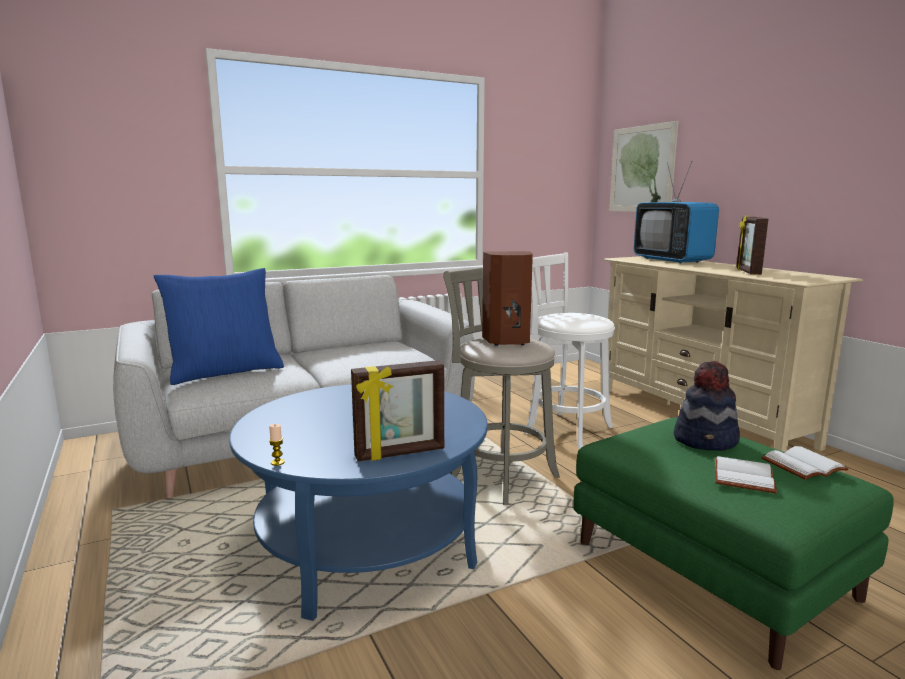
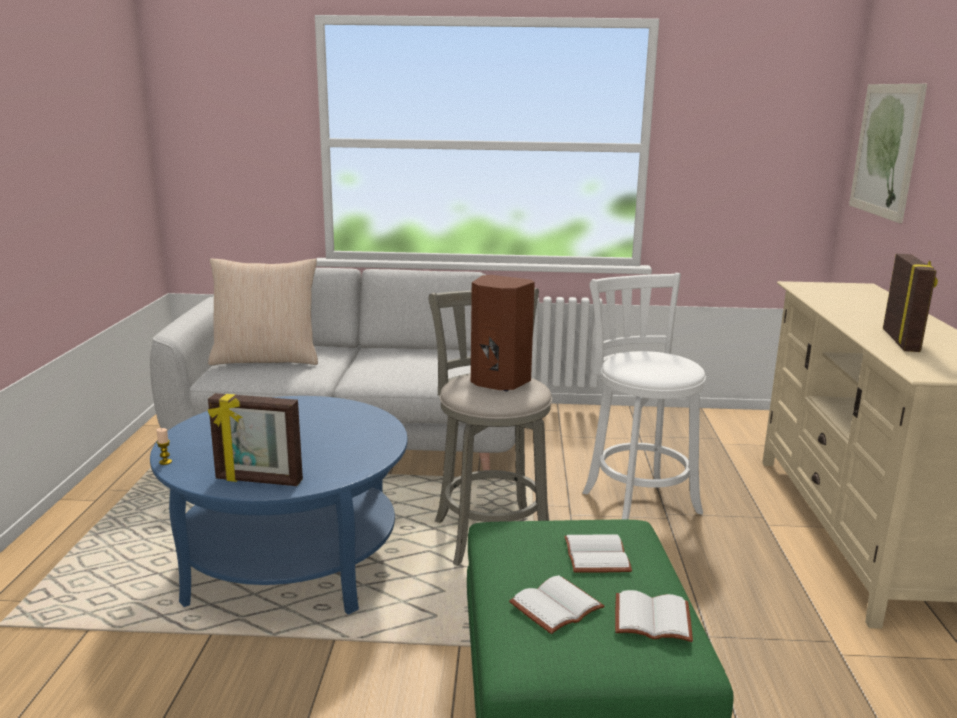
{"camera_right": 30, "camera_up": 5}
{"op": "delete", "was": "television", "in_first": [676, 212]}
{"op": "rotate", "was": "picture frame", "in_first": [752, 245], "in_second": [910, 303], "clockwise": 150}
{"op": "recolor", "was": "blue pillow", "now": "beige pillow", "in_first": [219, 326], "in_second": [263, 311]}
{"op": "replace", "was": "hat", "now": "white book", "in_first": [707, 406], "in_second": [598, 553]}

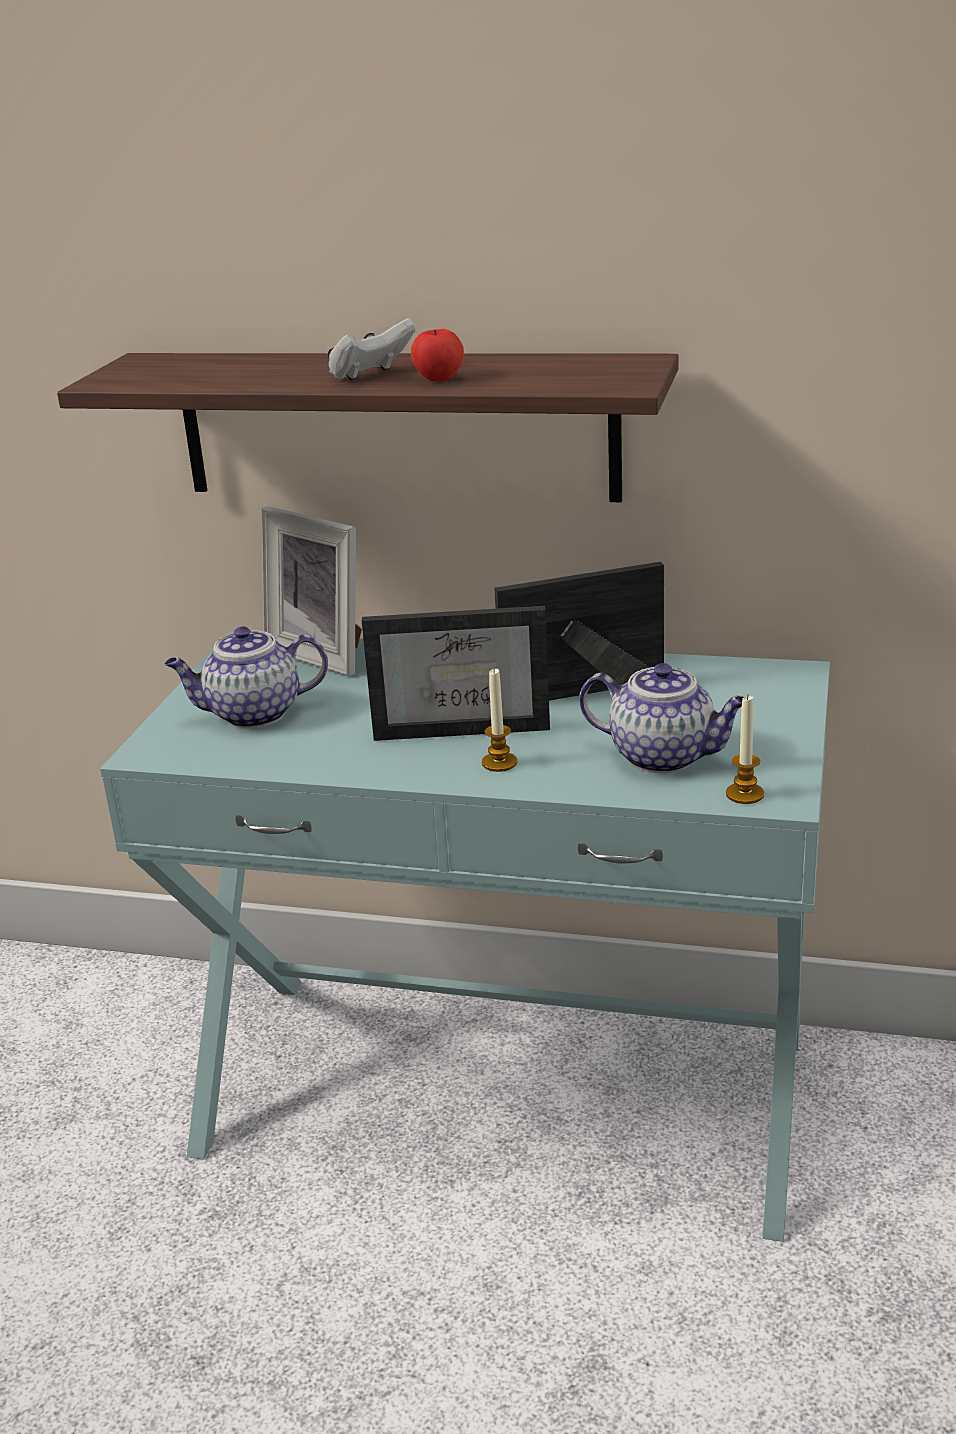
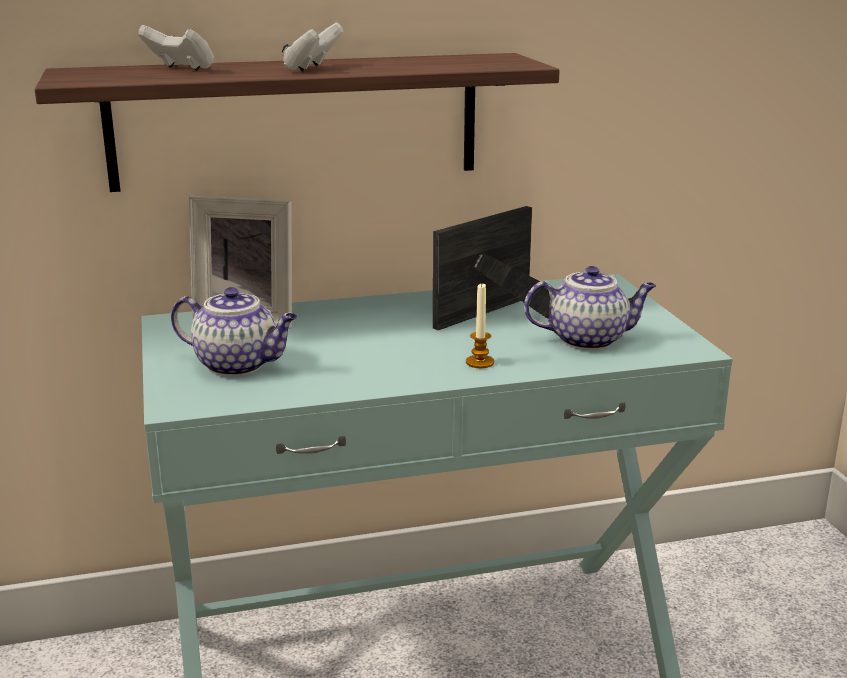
{"camera_right": -30, "camera_up": -5}
{"op": "delete", "was": "apple", "in_first": [437, 355]}
{"op": "delete", "was": "picture frame", "in_first": [456, 673]}
{"op": "rotate", "was": "teapot", "in_first": [246, 677], "in_second": [234, 331], "clockwise": -120}
{"op": "delete", "was": "candle", "in_first": [745, 749]}
{"op": "insert", "now": "white game controller", "in_second": [176, 48]}

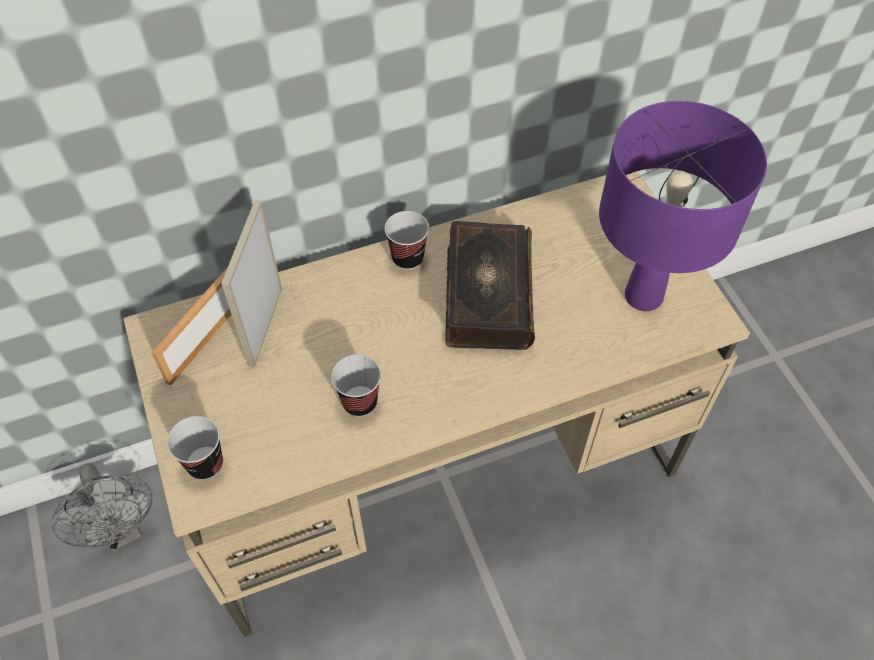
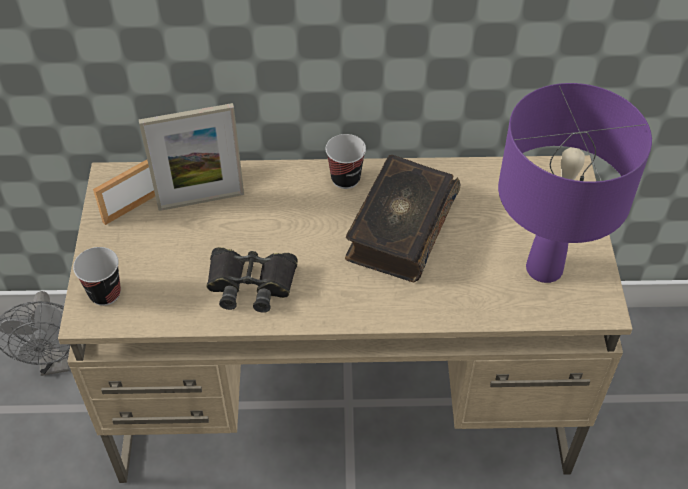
{"camera_right": 20, "camera_up": -5}
{"op": "rotate", "was": "picture frame", "in_first": [251, 283], "in_second": [191, 157], "clockwise": -135}
{"op": "replace", "was": "cup", "now": "black binoculars", "in_first": [356, 385], "in_second": [252, 280]}

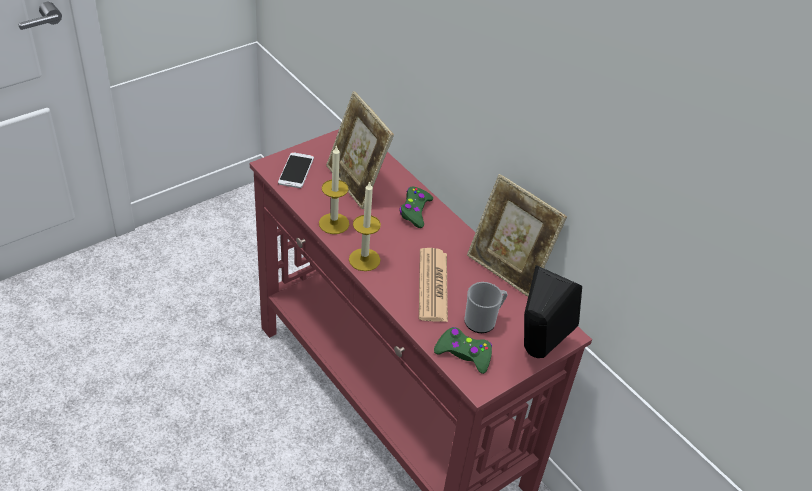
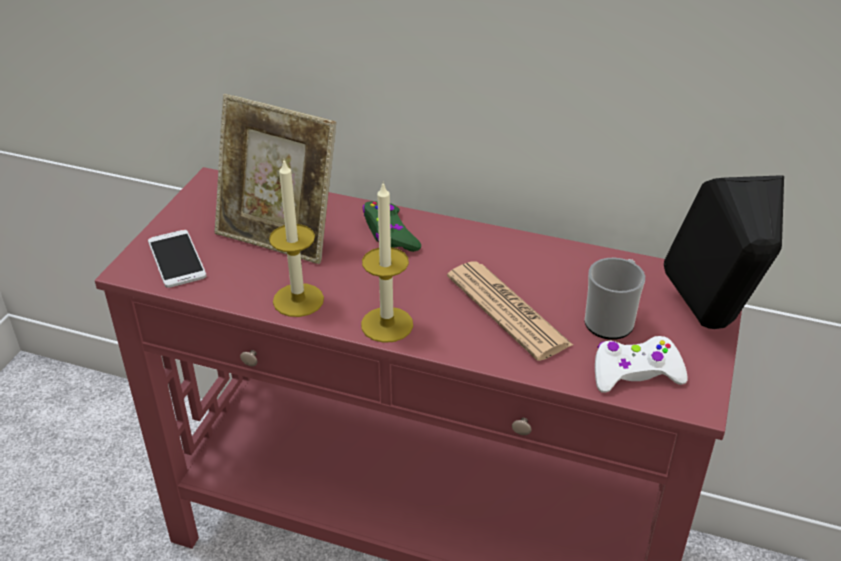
{"camera_right": -30, "camera_up": -5}
{"op": "delete", "was": "picture frame", "in_first": [517, 235]}
{"op": "recolor", "was": "green game controller", "now": "white game controller", "in_first": [463, 350], "in_second": [641, 364]}

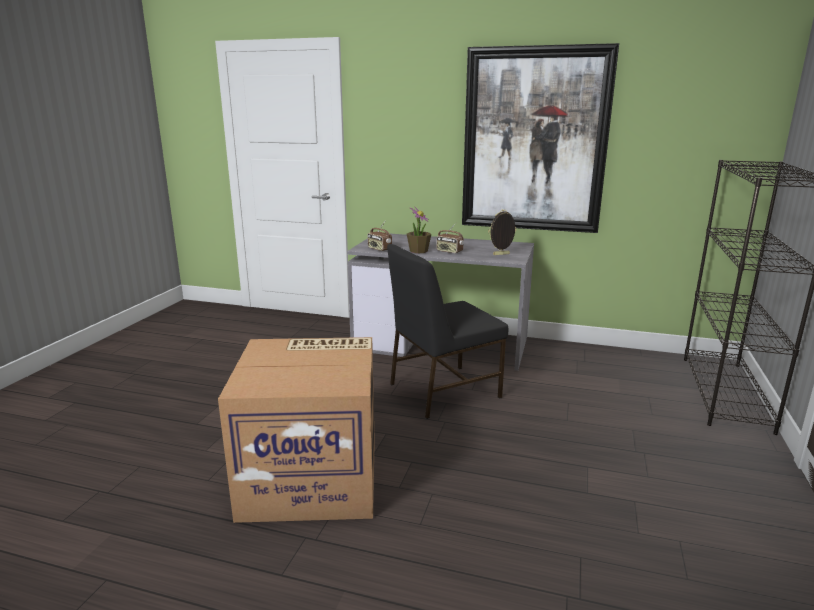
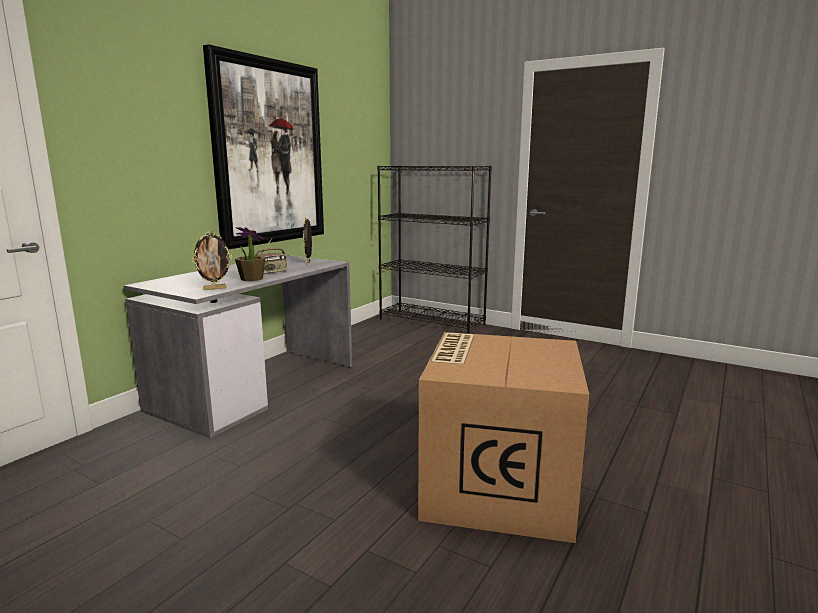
{"camera_right": -75, "camera_up": -5}
{"op": "replace", "was": "radio", "now": "picture frame", "in_first": [379, 236], "in_second": [212, 260]}
{"op": "delete", "was": "black chair", "in_first": [447, 331]}

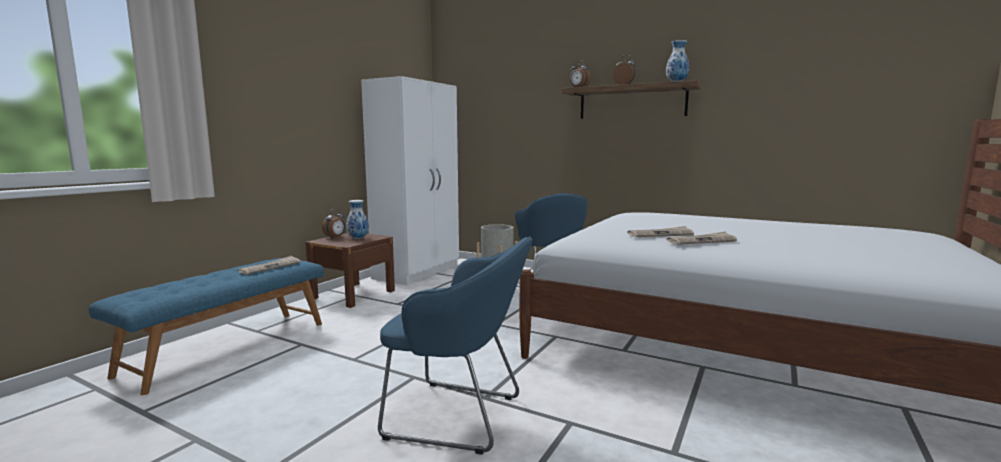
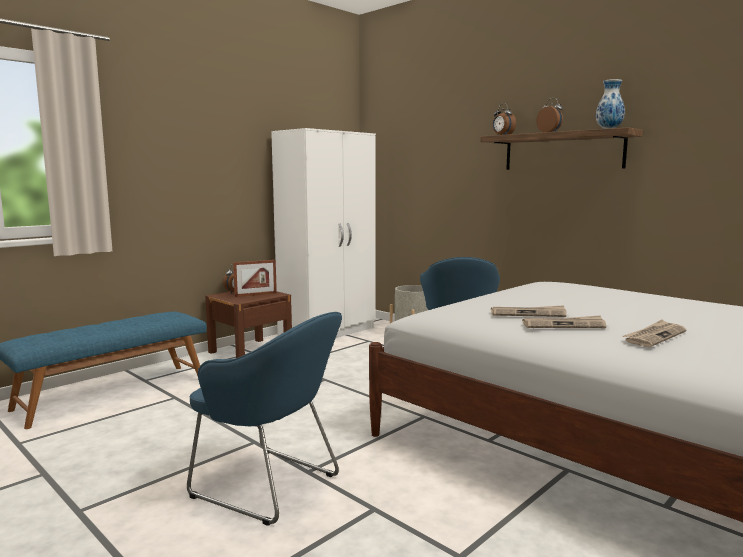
{"camera_right": 15, "camera_up": 0}
{"op": "replace", "was": "vase", "now": "picture frame", "in_first": [357, 219], "in_second": [255, 278]}
{"op": "move", "was": "newspaper", "in_first": [269, 265], "in_second": [654, 333]}

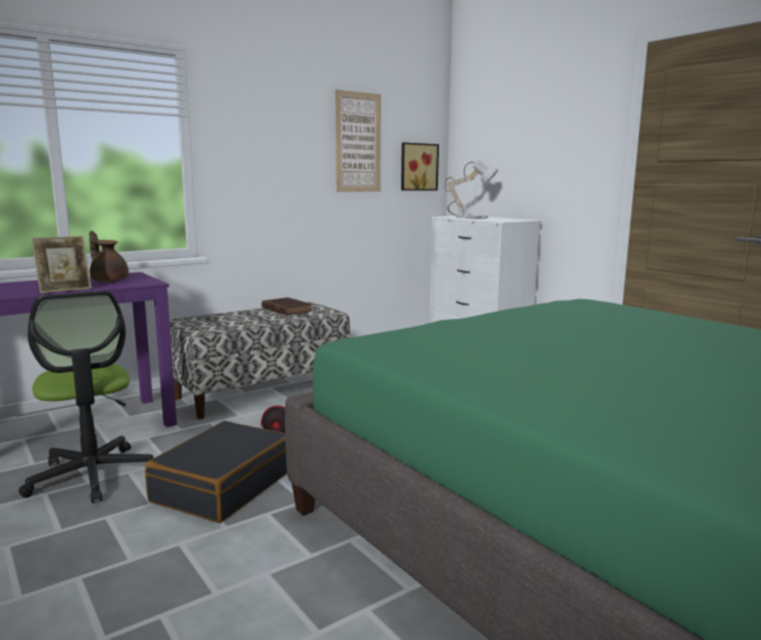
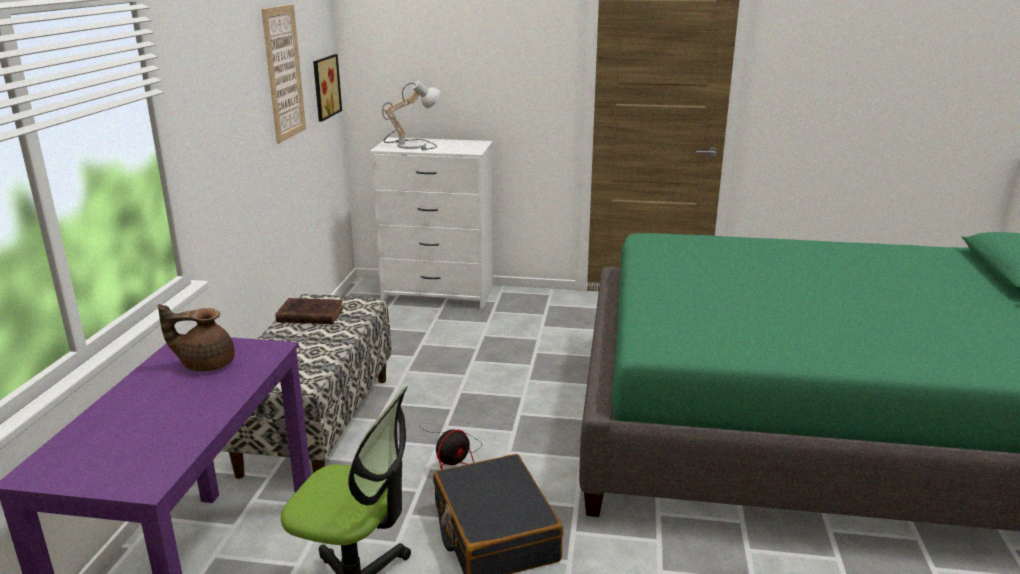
{"camera_right": -45, "camera_up": 10}
{"op": "delete", "was": "picture frame", "in_first": [61, 265]}

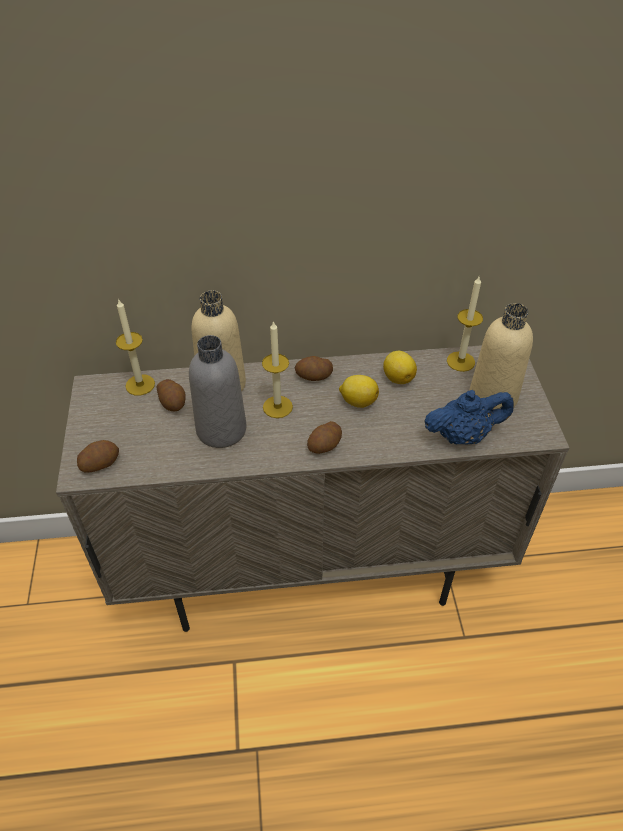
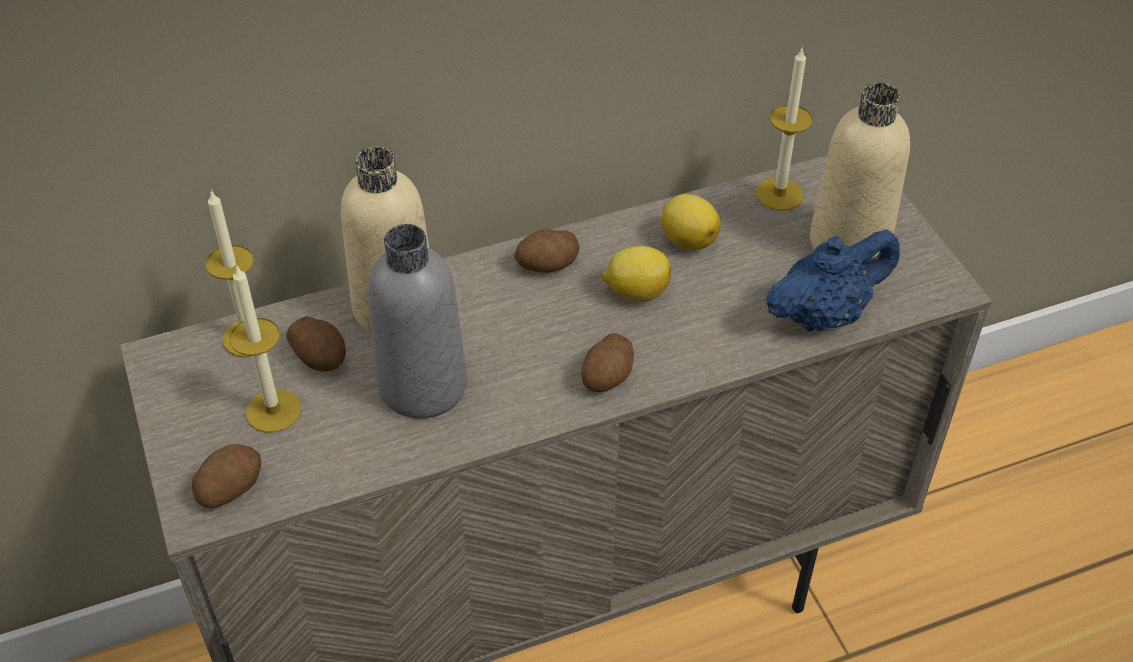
{"camera_right": -15, "camera_up": 0}
{"op": "move", "was": "candle", "in_first": [277, 369], "in_second": [265, 349]}

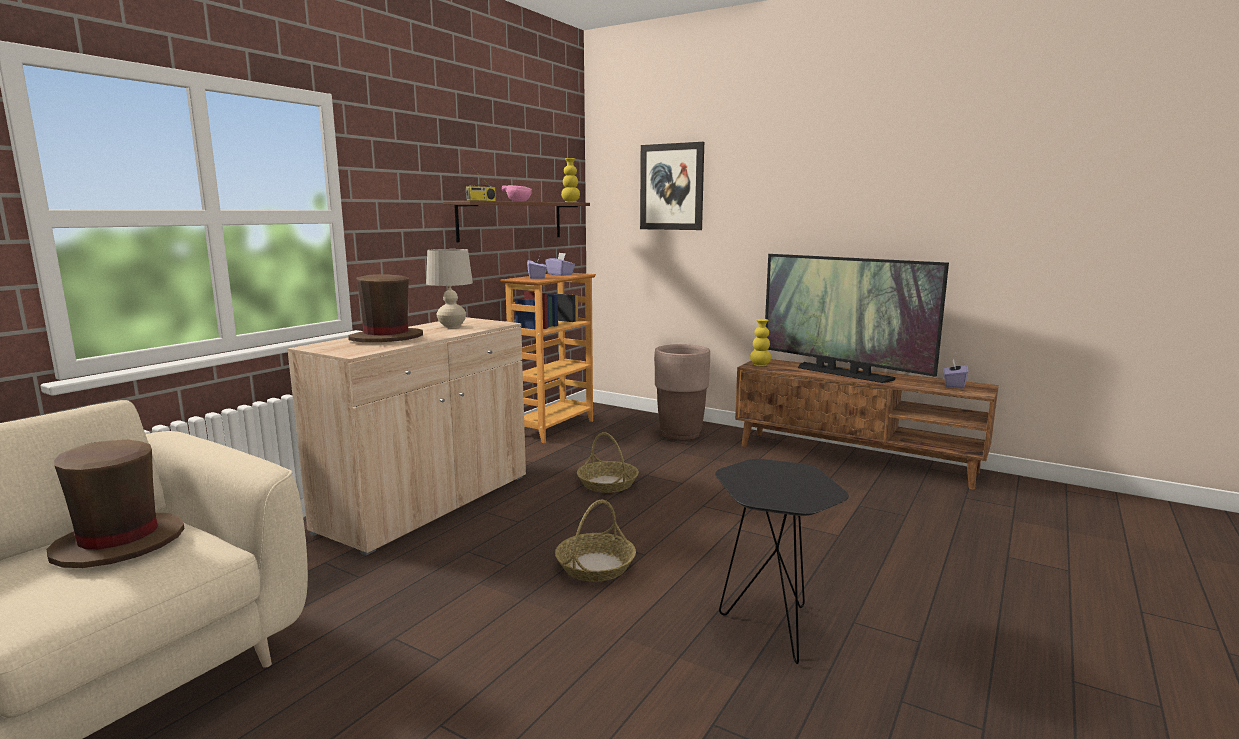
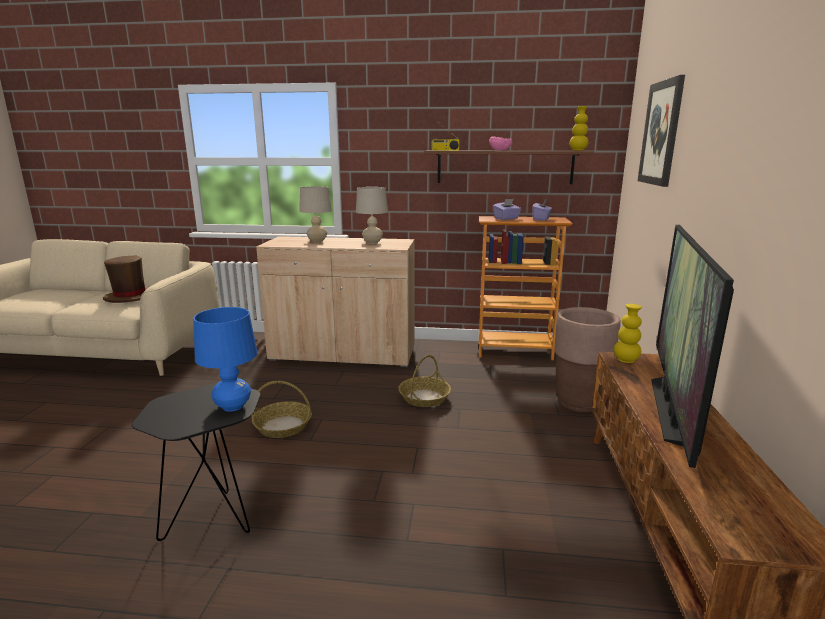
{"camera_right": 65, "camera_up": 5}
{"op": "replace", "was": "brown hat", "now": "beige table lamp", "in_first": [385, 308], "in_second": [315, 214]}
{"op": "delete", "was": "purple tissue box", "in_first": [955, 373]}
{"op": "insert", "now": "blue table lamp", "in_second": [225, 359]}

